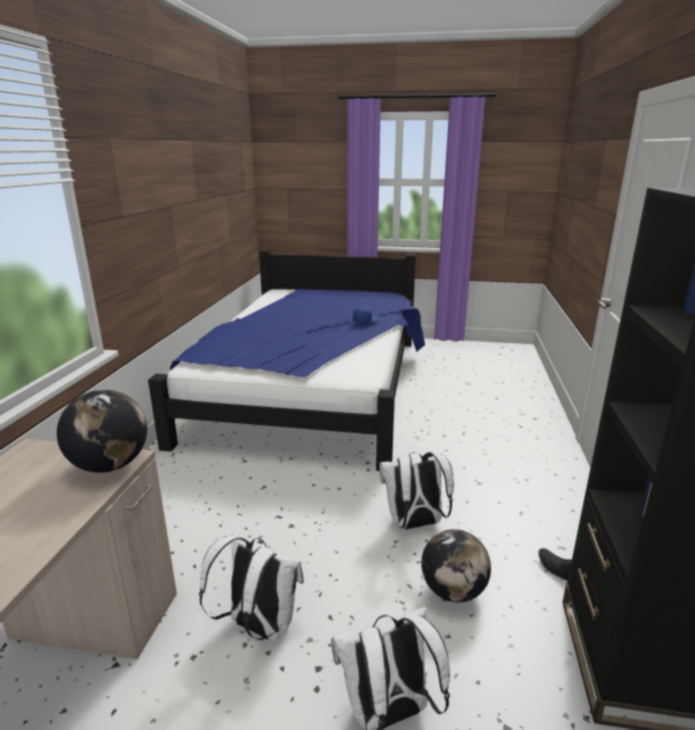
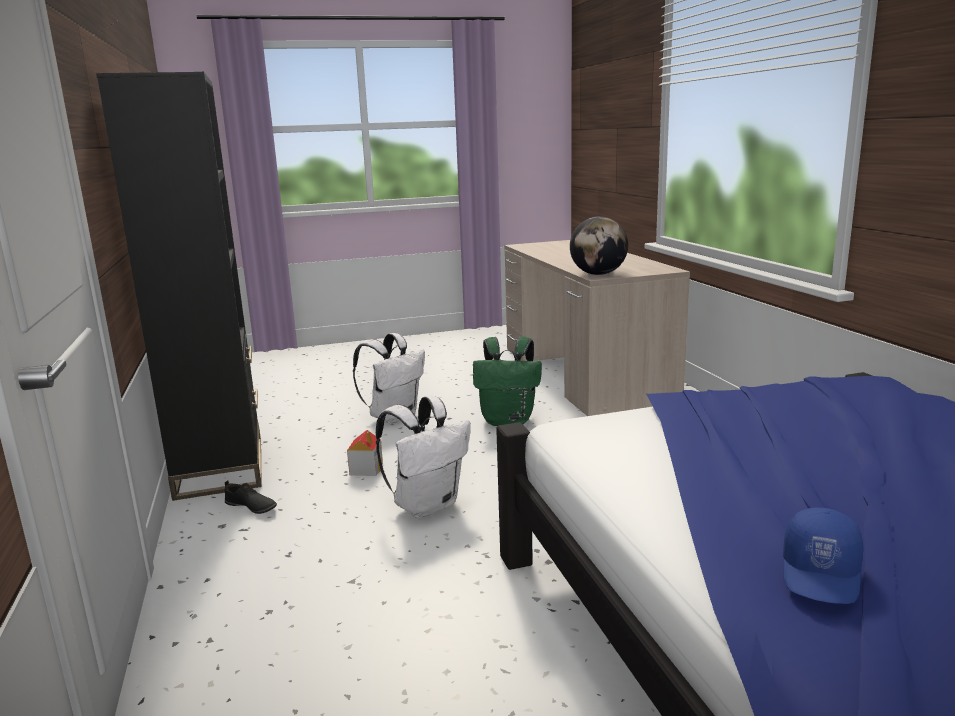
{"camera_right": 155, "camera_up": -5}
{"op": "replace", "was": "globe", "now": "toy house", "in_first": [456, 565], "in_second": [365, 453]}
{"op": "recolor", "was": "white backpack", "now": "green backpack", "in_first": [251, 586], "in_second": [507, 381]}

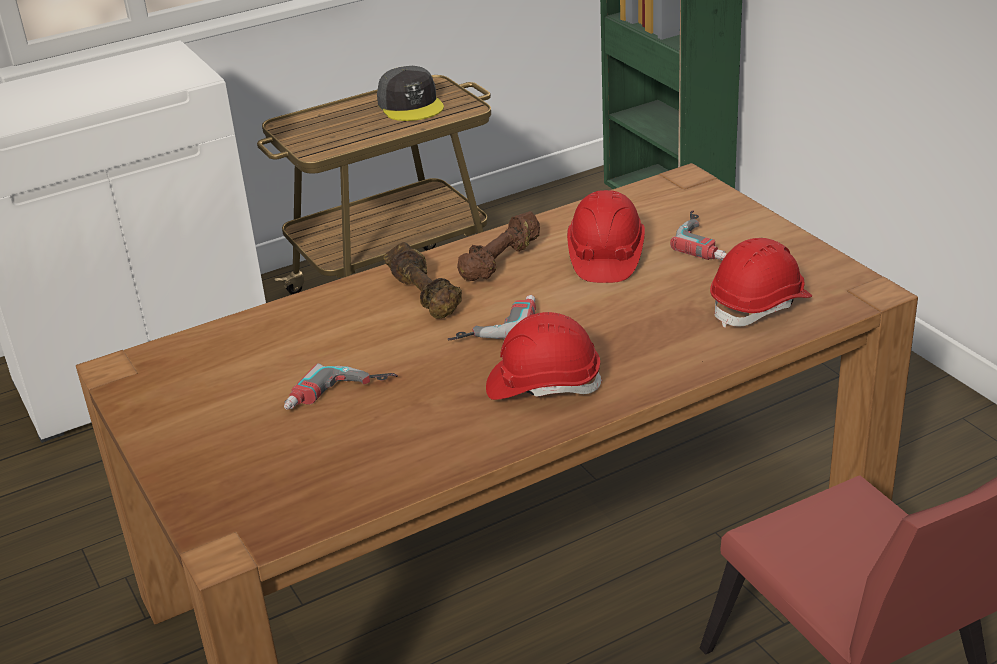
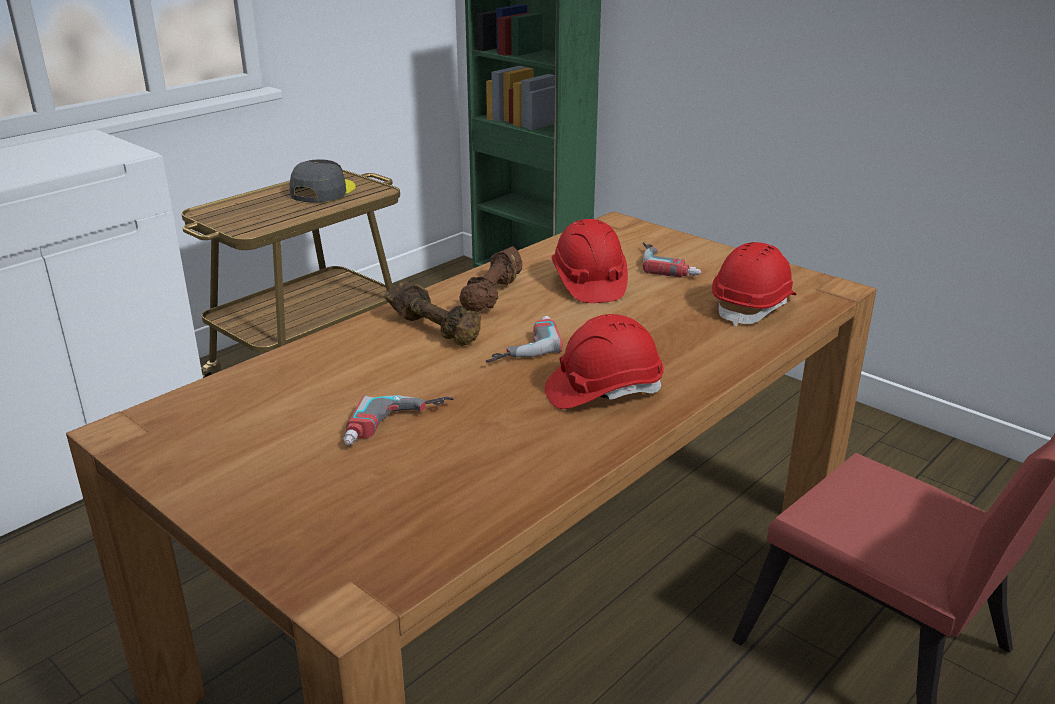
{"camera_right": -20, "camera_up": -5}
{"op": "rotate", "was": "grey cap", "in_first": [410, 93], "in_second": [322, 181], "clockwise": -120}

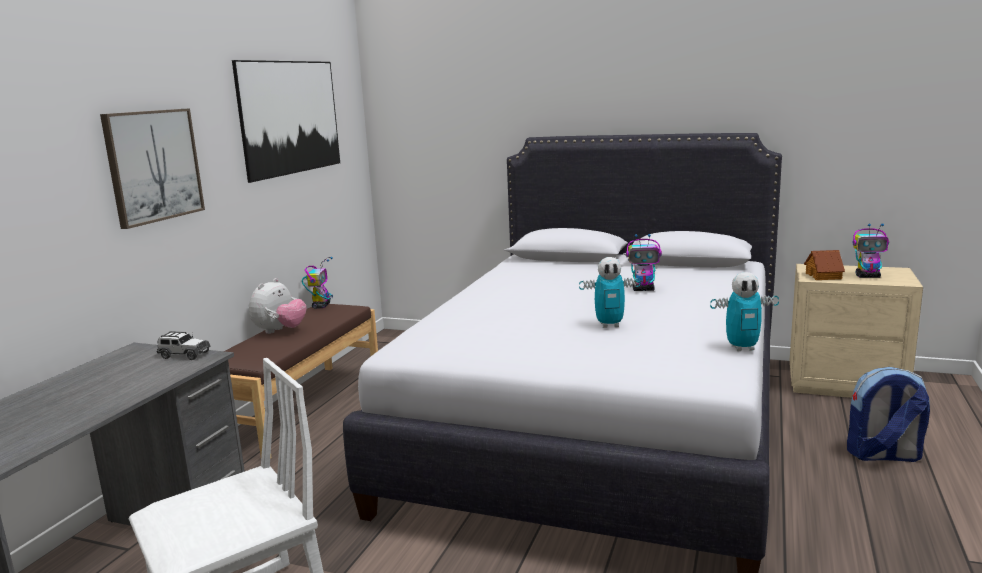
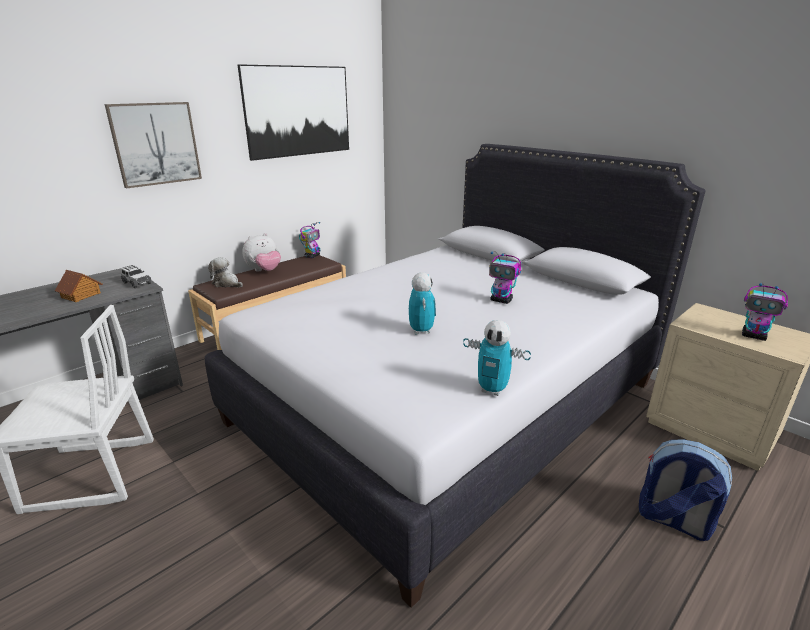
{"camera_right": 25, "camera_up": 10}
{"op": "move", "was": "toy house", "in_first": [824, 265], "in_second": [79, 286]}
{"op": "rotate", "was": "toy robot", "in_first": [609, 292], "in_second": [422, 303], "clockwise": -120}
{"op": "insert", "now": "plush toy", "in_second": [225, 272]}

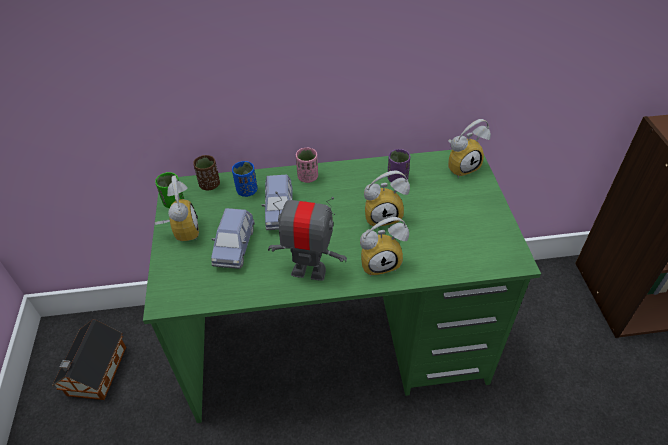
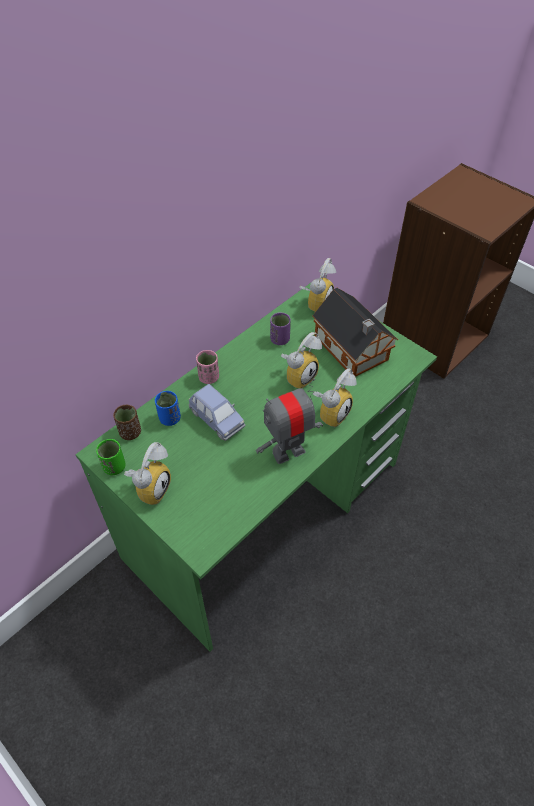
{"camera_right": -40, "camera_up": 5}
{"op": "rotate", "was": "alarm clock", "in_first": [177, 208], "in_second": [147, 473], "clockwise": 75}
{"op": "delete", "was": "blue toy car", "in_first": [233, 238]}
{"op": "move", "was": "toy house", "in_first": [89, 360], "in_second": [355, 332]}

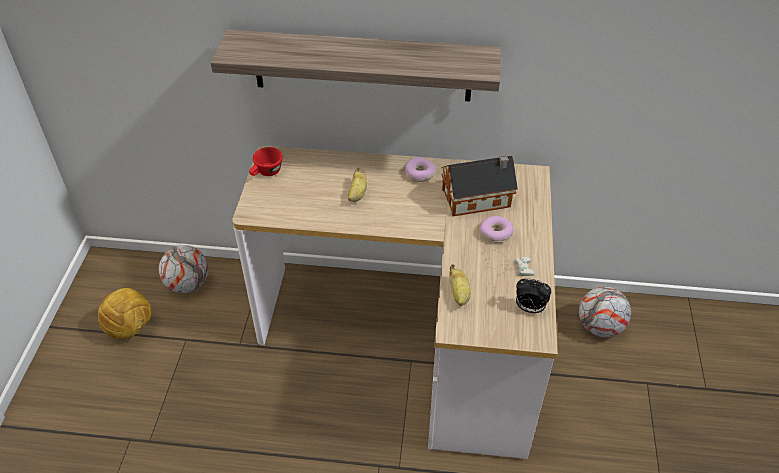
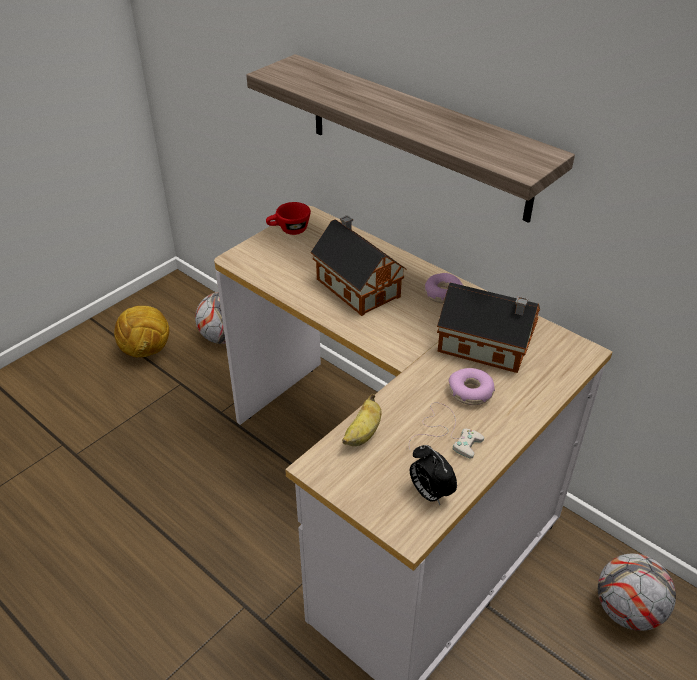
{"camera_right": 35, "camera_up": -5}
{"op": "replace", "was": "banana", "now": "toy house", "in_first": [357, 184], "in_second": [358, 265]}

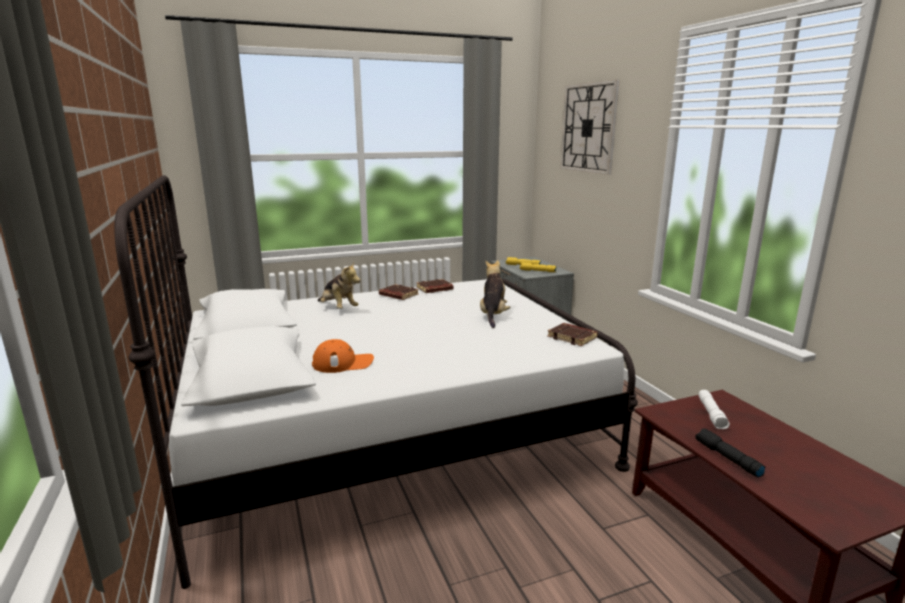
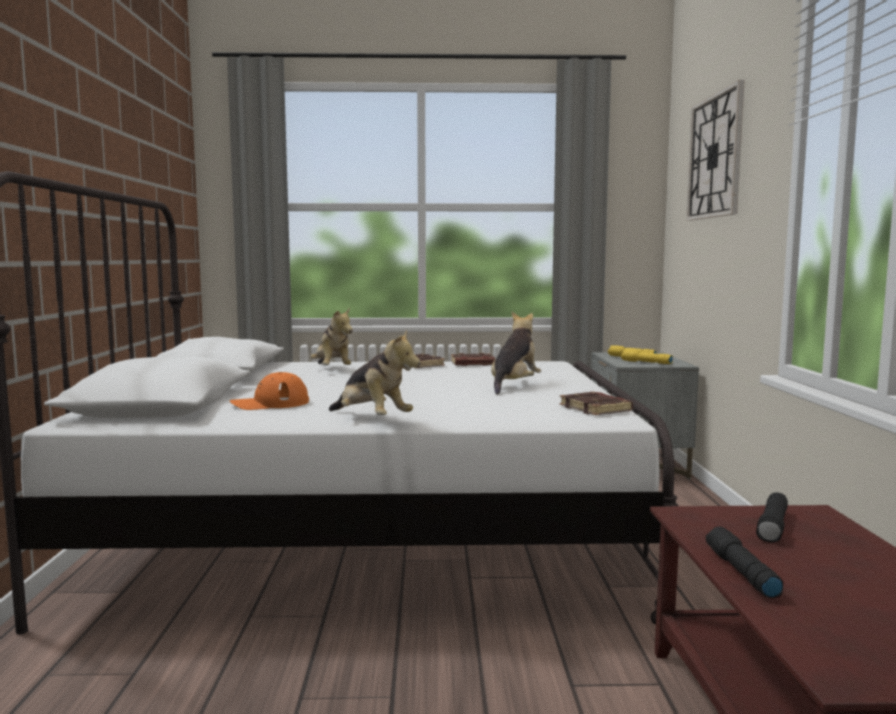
{"camera_right": 20, "camera_up": -10}
{"op": "rotate", "was": "orange cap", "in_first": [343, 356], "in_second": [269, 391], "clockwise": 150}
{"op": "recolor", "was": "white flashlight", "now": "black flashlight", "in_first": [714, 409], "in_second": [772, 517]}
{"op": "insert", "now": "plush toy", "in_second": [375, 372]}

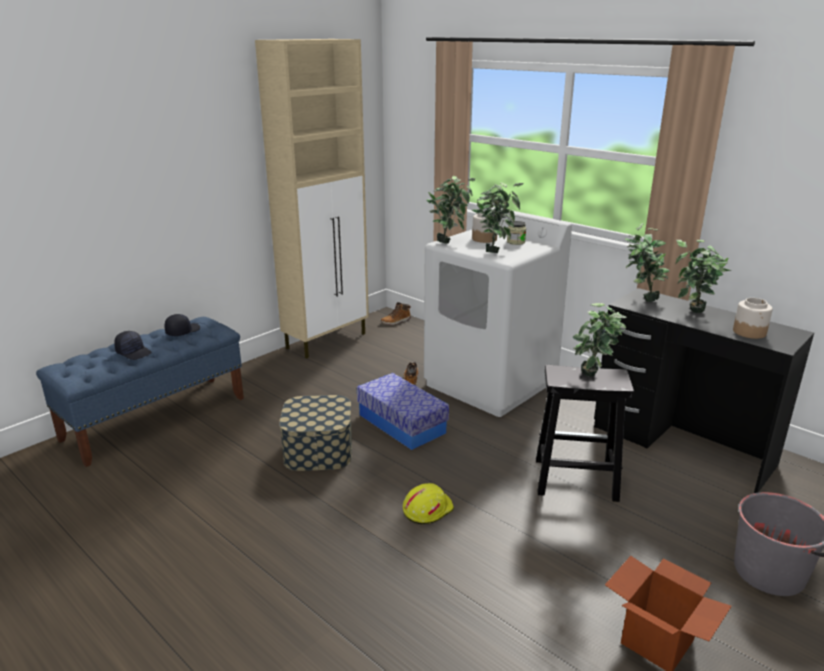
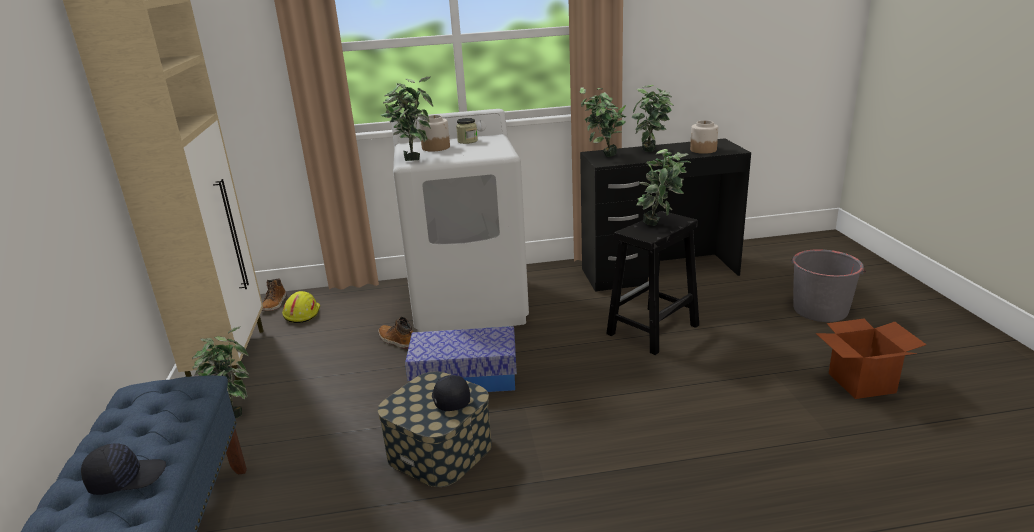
{"camera_right": -50, "camera_up": 0}
{"op": "move", "was": "potted plant", "in_first": [498, 217], "in_second": [220, 372]}
{"op": "move", "was": "black cap", "in_first": [182, 325], "in_second": [451, 393]}
{"op": "move", "was": "yellow hard hat", "in_first": [428, 504], "in_second": [301, 307]}

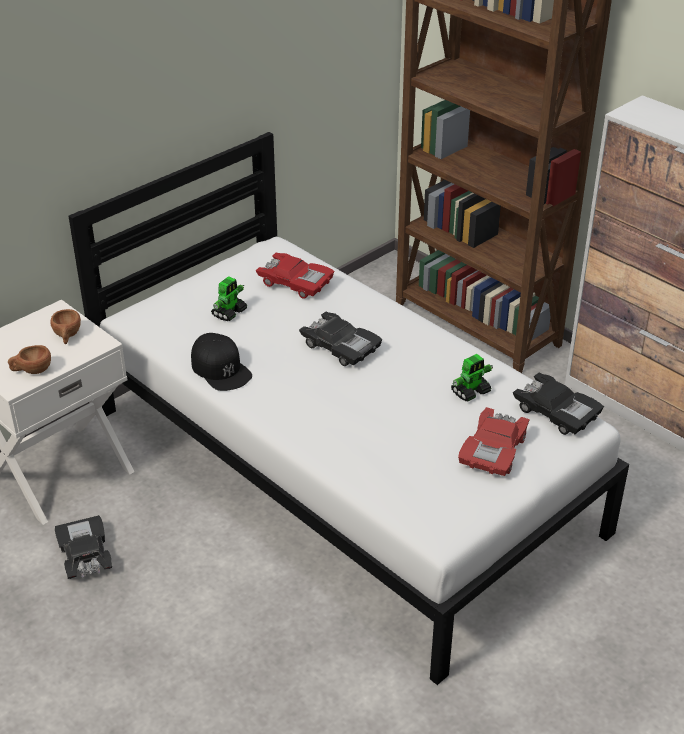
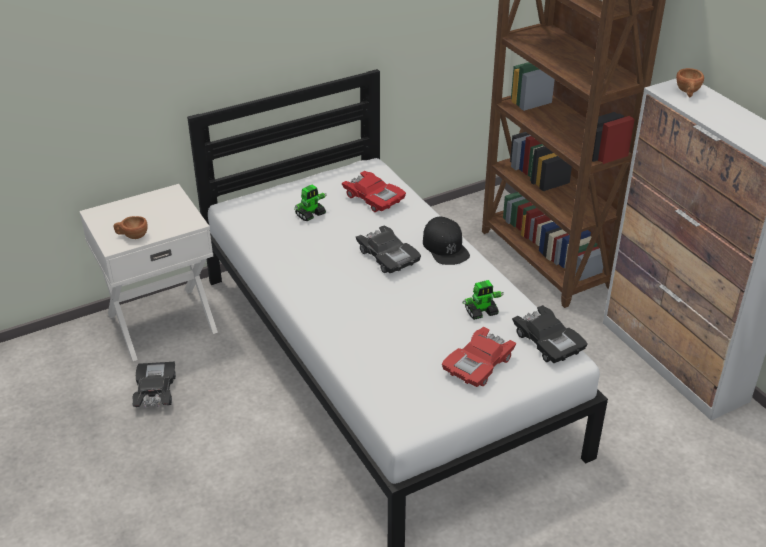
{"camera_right": 15, "camera_up": 0}
{"op": "move", "was": "brown cup", "in_first": [65, 326], "in_second": [690, 82]}
{"op": "move", "was": "black cap", "in_first": [221, 362], "in_second": [446, 241]}

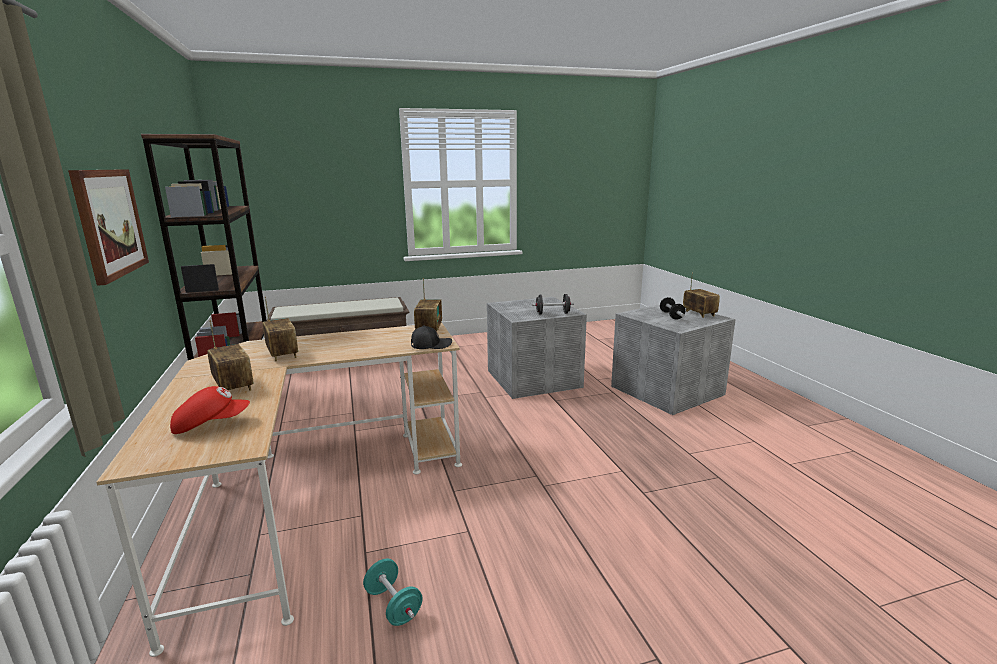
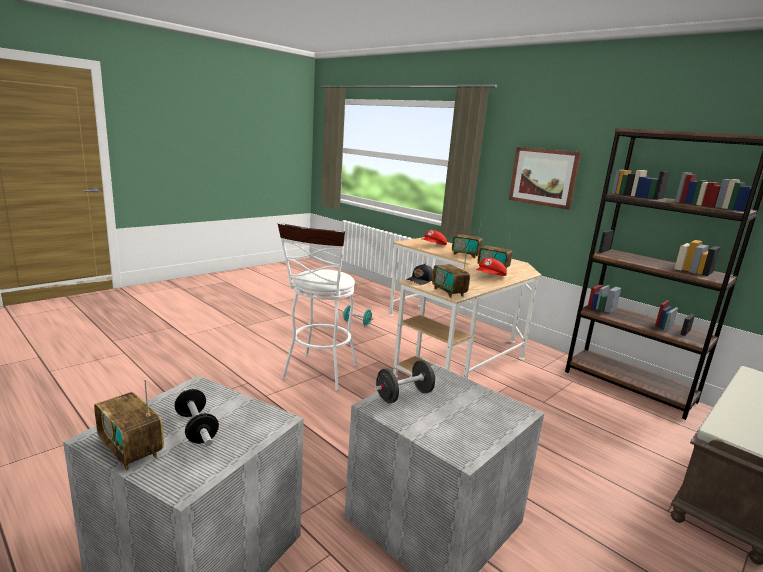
{"camera_right": 150, "camera_up": 0}
{"op": "insert", "now": "white stool", "in_second": [317, 307]}
{"op": "insert", "now": "red cap", "in_second": [491, 267]}

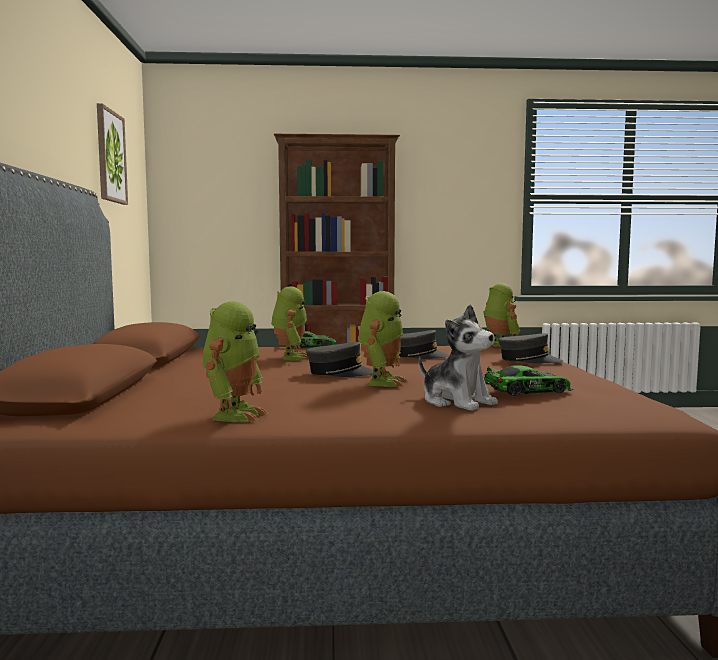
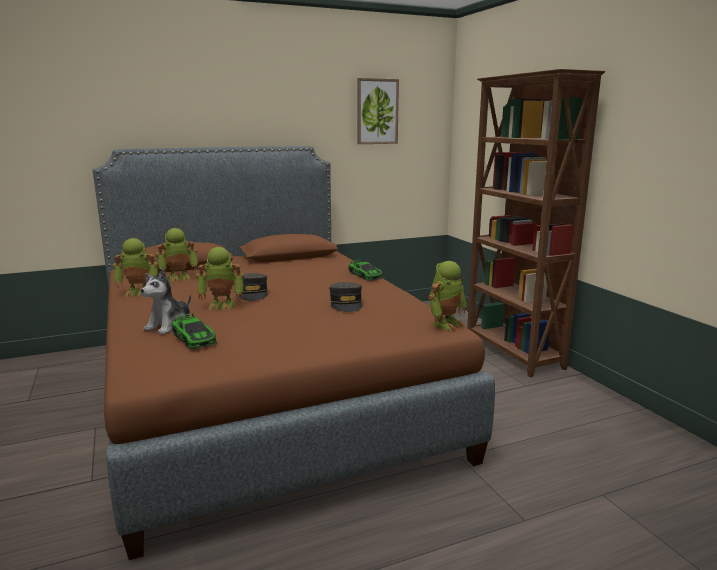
{"camera_right": 70, "camera_up": 10}
{"op": "move", "was": "toy robot", "in_first": [290, 323], "in_second": [176, 255]}
{"op": "delete", "was": "grey cap", "in_first": [530, 348]}

